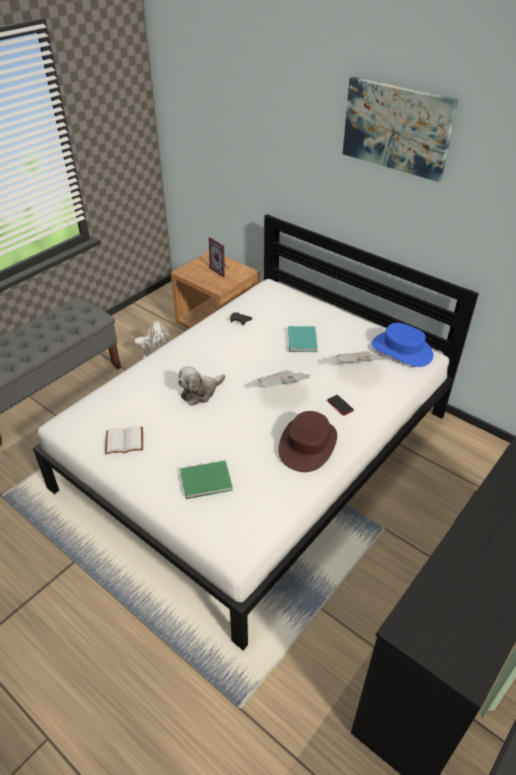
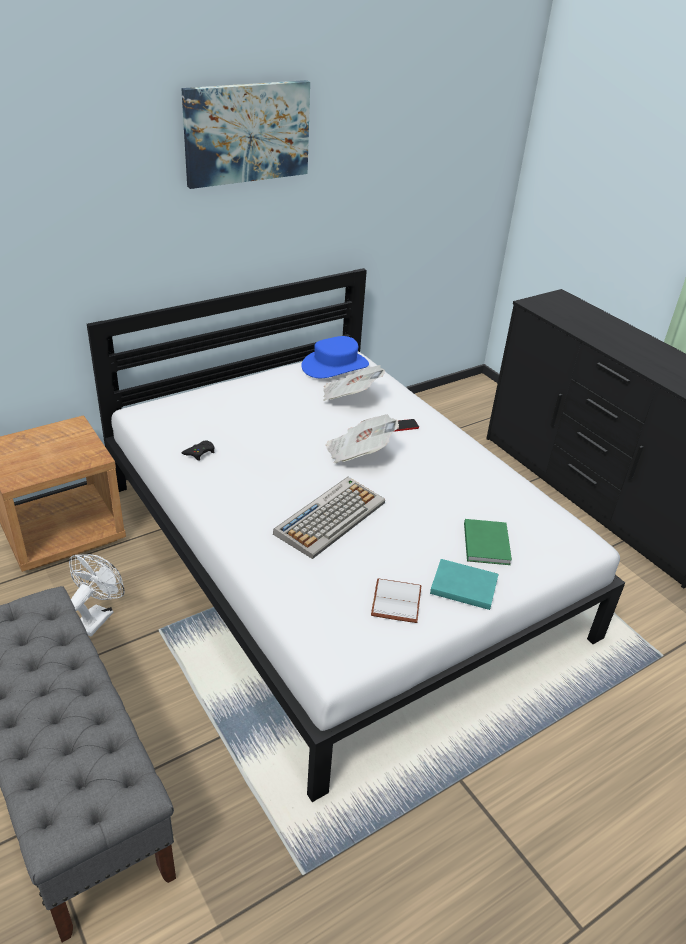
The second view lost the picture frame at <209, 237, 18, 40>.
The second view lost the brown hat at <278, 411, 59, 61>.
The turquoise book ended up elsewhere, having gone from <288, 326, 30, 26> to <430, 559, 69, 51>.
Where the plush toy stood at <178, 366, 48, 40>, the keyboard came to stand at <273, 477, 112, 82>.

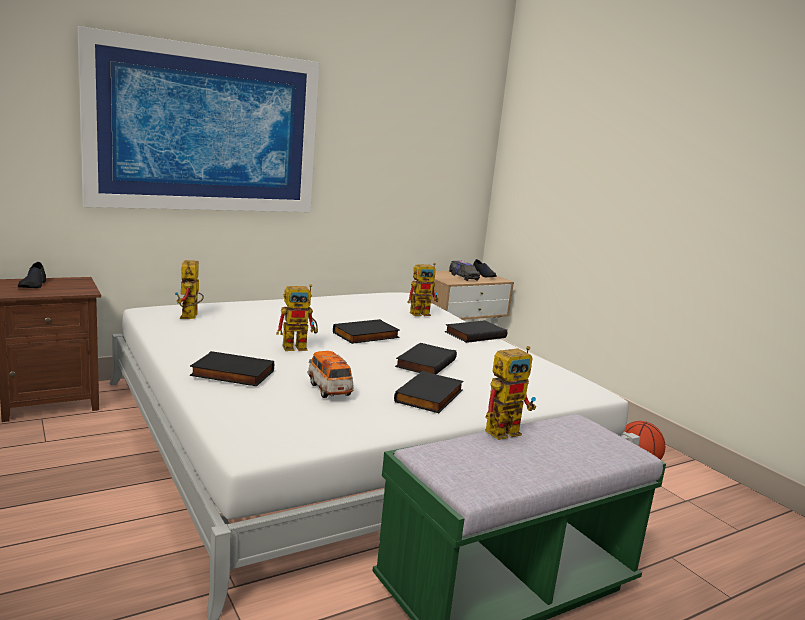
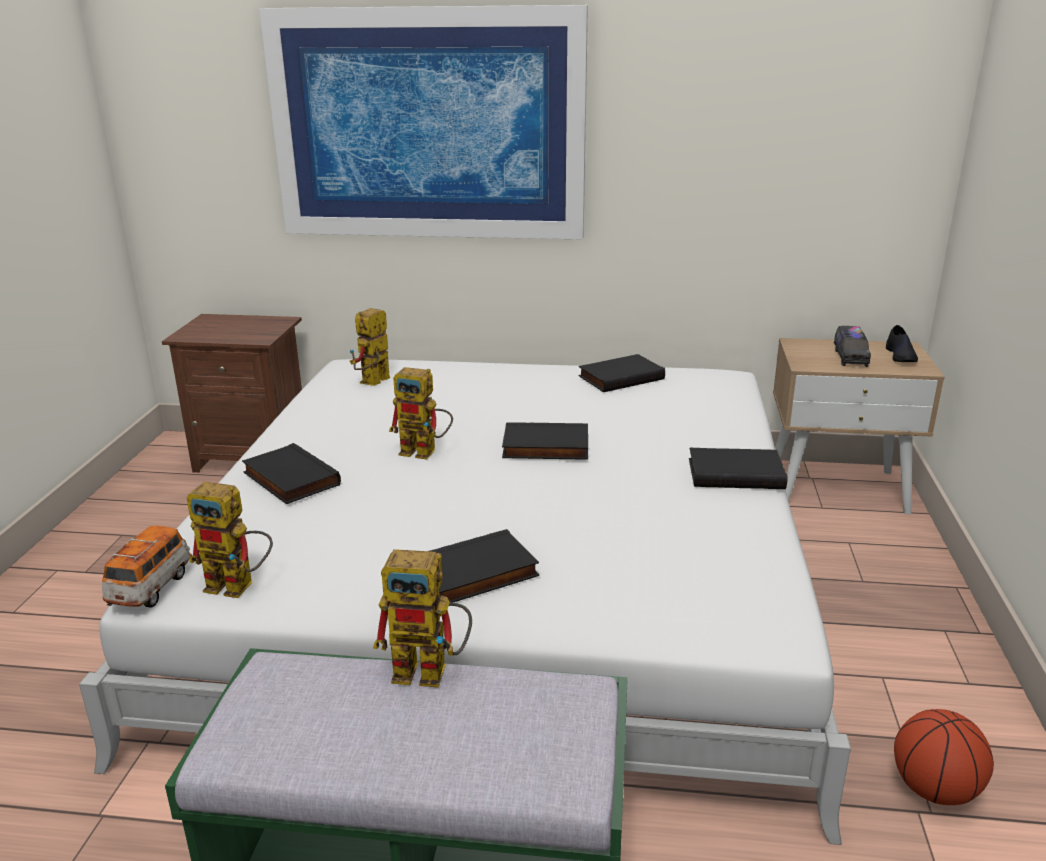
The second view lost the black shoe at <18, 262, 28, 26>.
The toy car ended up elsewhere, having gone from <308, 351, 46, 47> to <102, 526, 90, 82>.
The black book ended up elsewhere, having gone from <395, 343, 62, 32> to <578, 354, 87, 38>.
The toy robot ended up elsewhere, having gone from <407, 263, 32, 53> to <187, 482, 86, 116>.

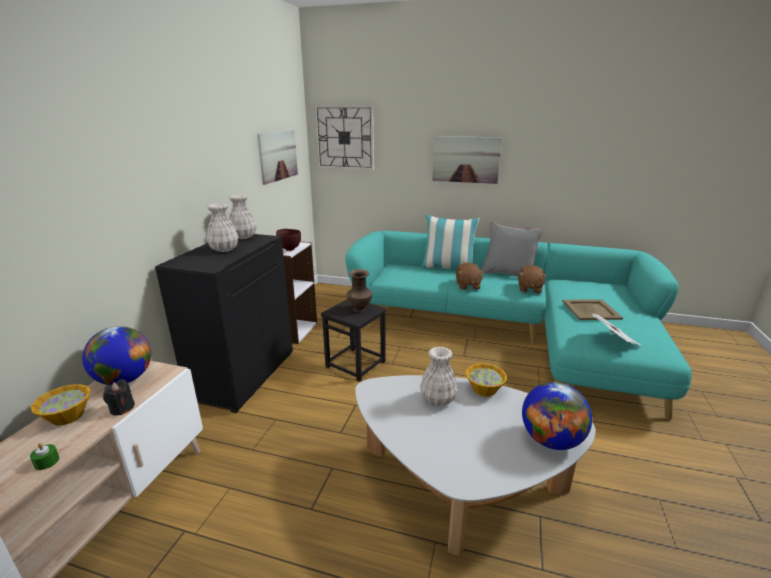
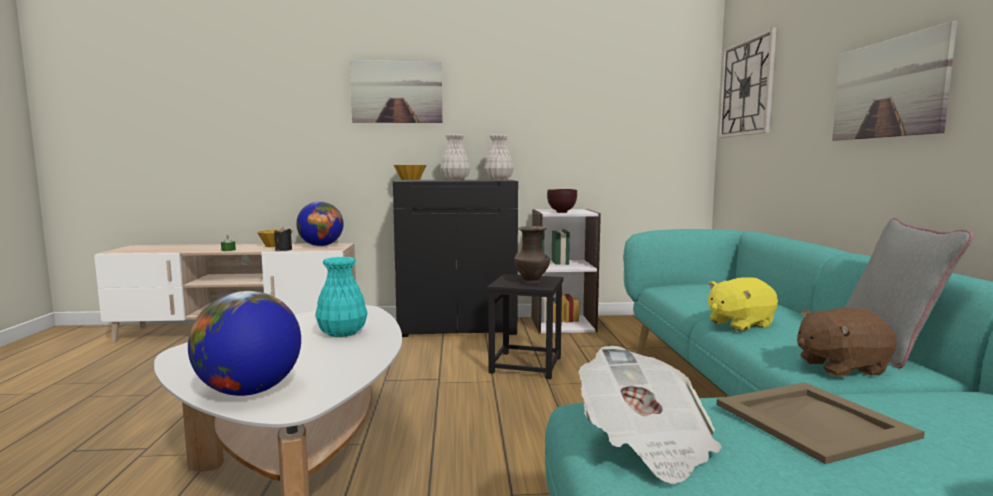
The second view lost the pillow at <421, 215, 59, 55>.
The picture ended up elsewhere, having gone from <257, 130, 41, 55> to <350, 60, 92, 63>.
The bowl ended up elsewhere, having gone from <466, 363, 41, 34> to <394, 165, 32, 15>.
What was the white vase at <420, 346, 38, 60> turned into the turquoise vase at <315, 257, 53, 80>.
What was the brown plush toy at <456, 262, 29, 28> turned into the yellow plush toy at <708, 277, 70, 54>.

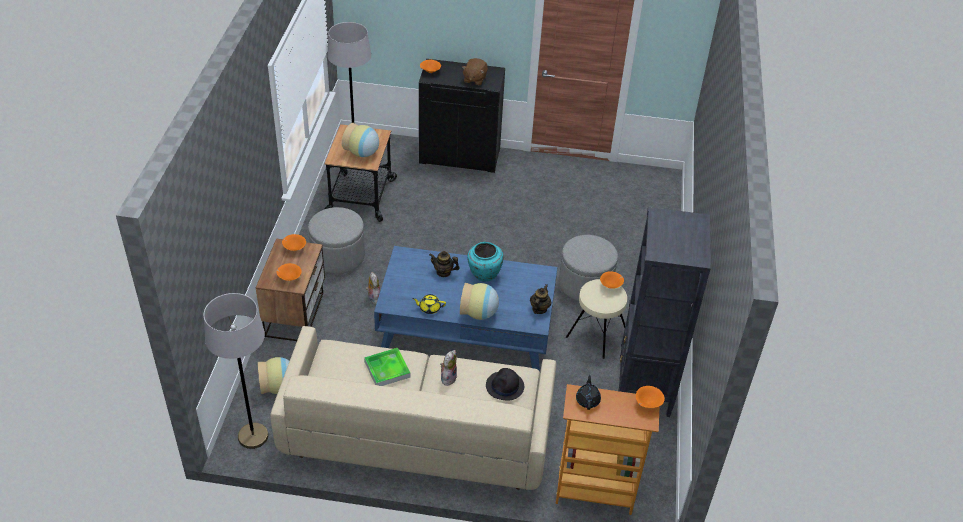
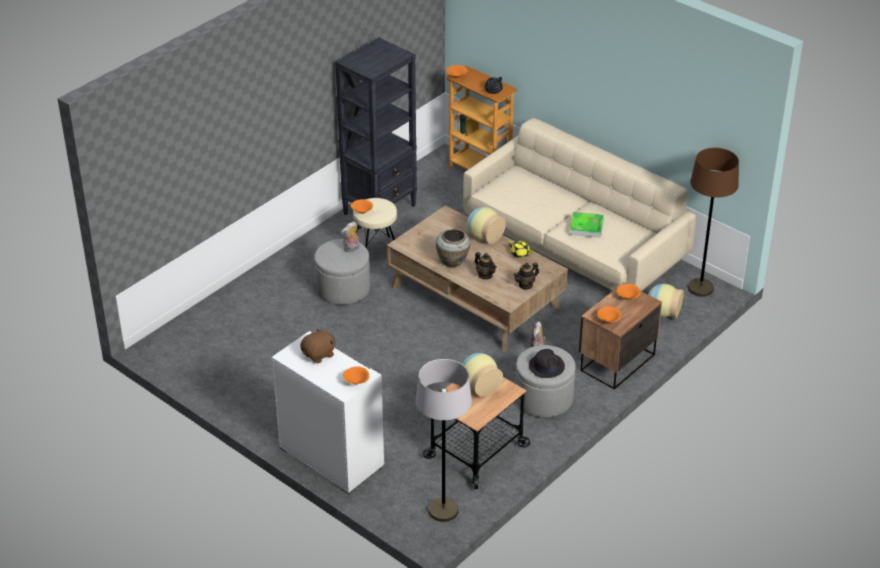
The plush toy ended up elsewhere, having gone from <440, 350, 17, 36> to <341, 222, 19, 30>.
The black hat ended up elsewhere, having gone from <486, 368, 38, 33> to <529, 349, 36, 29>.
The teapot ended up elsewhere, having gone from <530, 284, 21, 30> to <514, 263, 25, 27>.
What was the grey floor lamp at <204, 293, 65, 156> turned into the brown floor lamp at <688, 148, 51, 149>.
What was the blue coffee table at <374, 246, 183, 125> turned into the brown coffee table at <387, 205, 181, 146>.
What was the black cabinet at <419, 59, 86, 114> turned into the white cabinet at <272, 331, 112, 163>.
What was the turquoise vase at <467, 242, 37, 39> turned into the beige vase at <436, 229, 34, 38>.

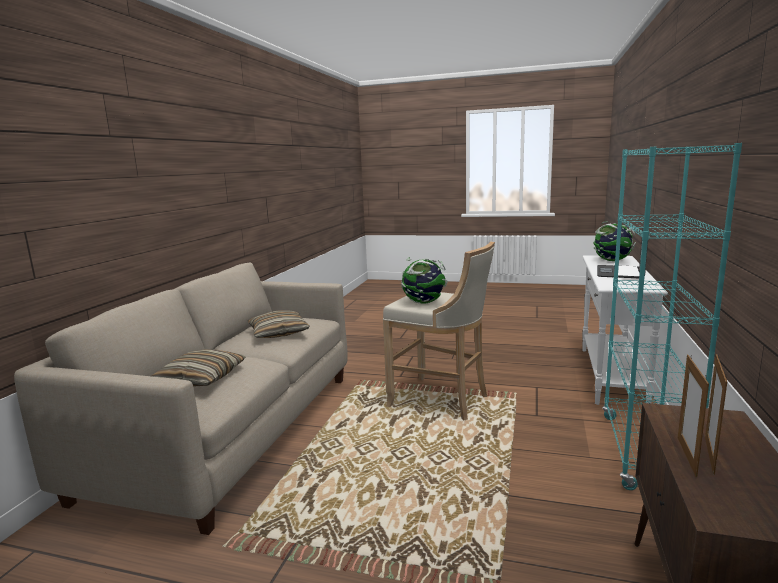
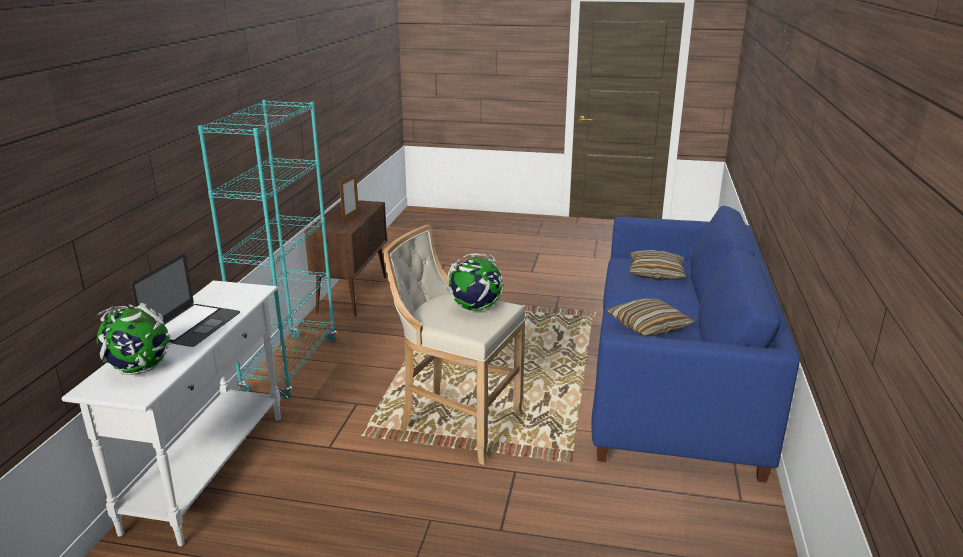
The second view lost the picture frame at <678, 355, 31, 122>.
What was the beige sofa at <14, 263, 334, 272> turned into the blue sofa at <591, 206, 209, 277>.

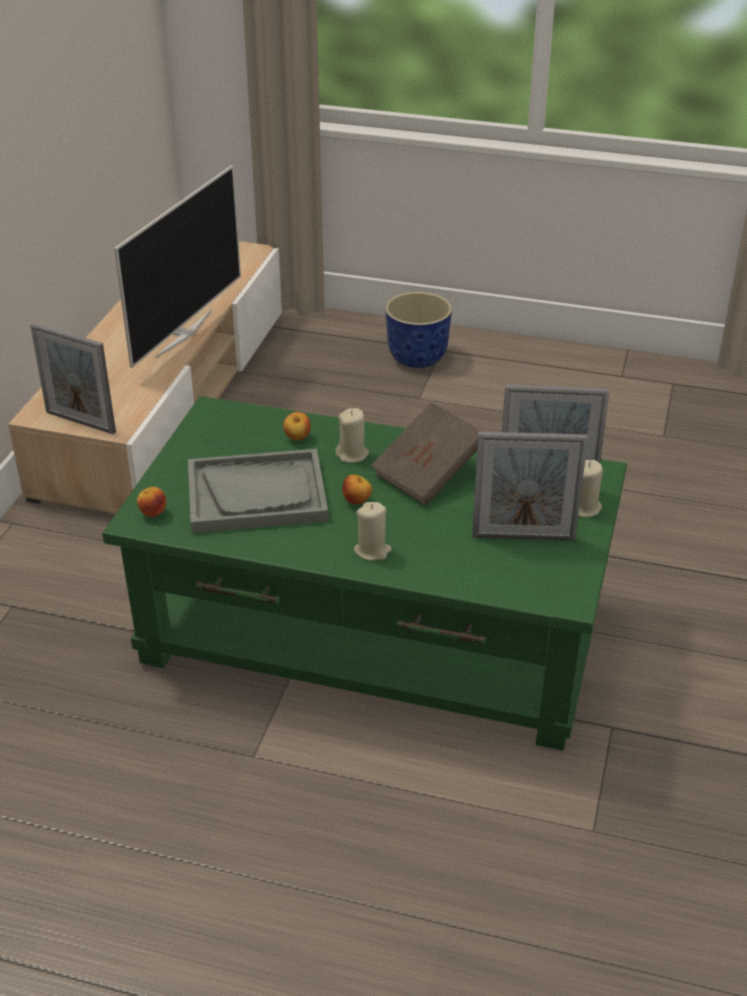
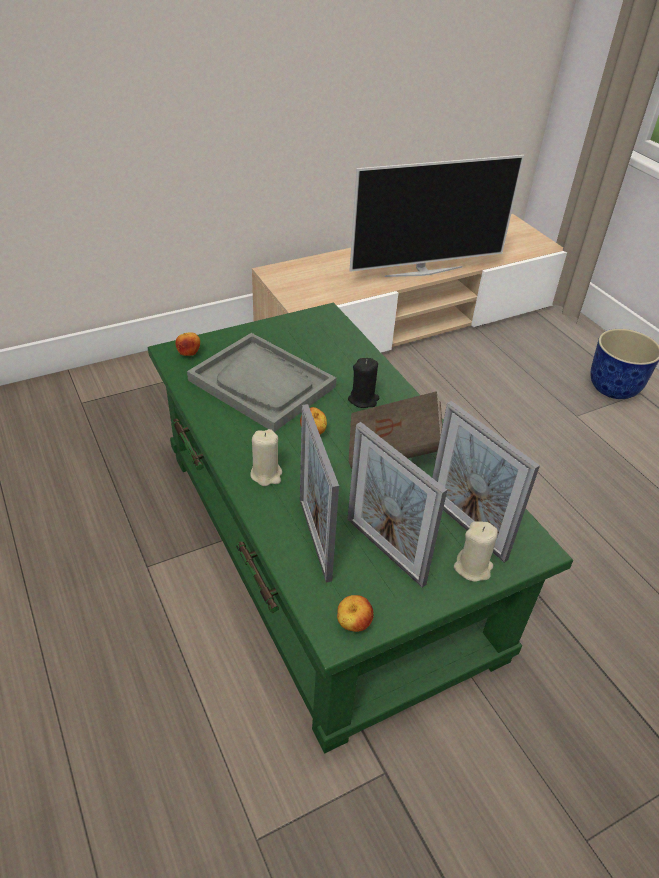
The picture frame ended up elsewhere, having gone from <30, 323, 86, 111> to <300, 404, 39, 179>.
The apple ended up elsewhere, having gone from <283, 412, 28, 29> to <337, 595, 37, 37>.
What was the beige candle at <336, 408, 33, 55> turned into the black candle at <348, 358, 31, 50>.

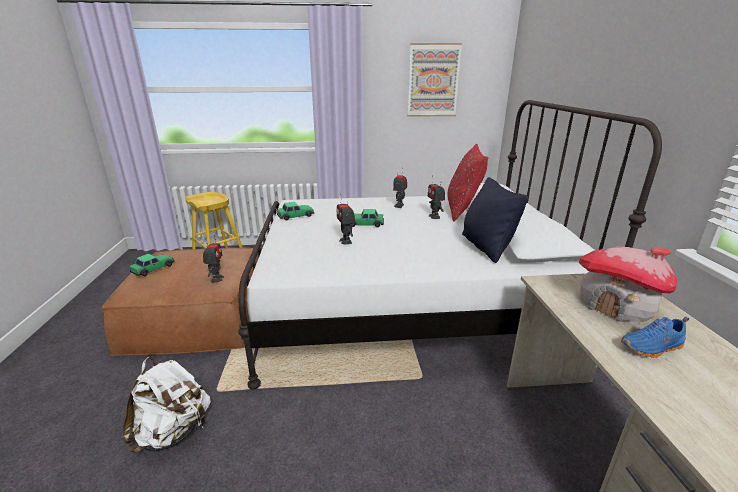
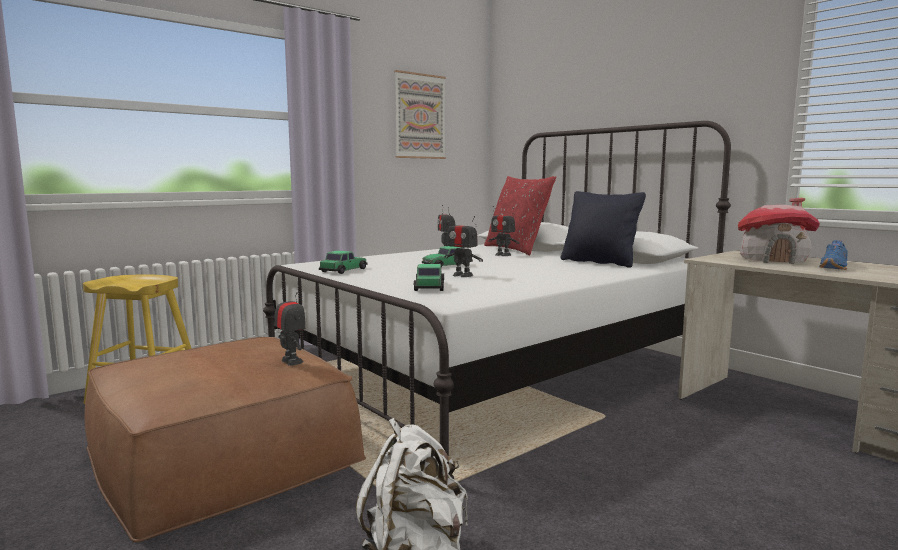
The toy car ended up elsewhere, having gone from <130, 254, 45, 22> to <414, 264, 30, 27>.

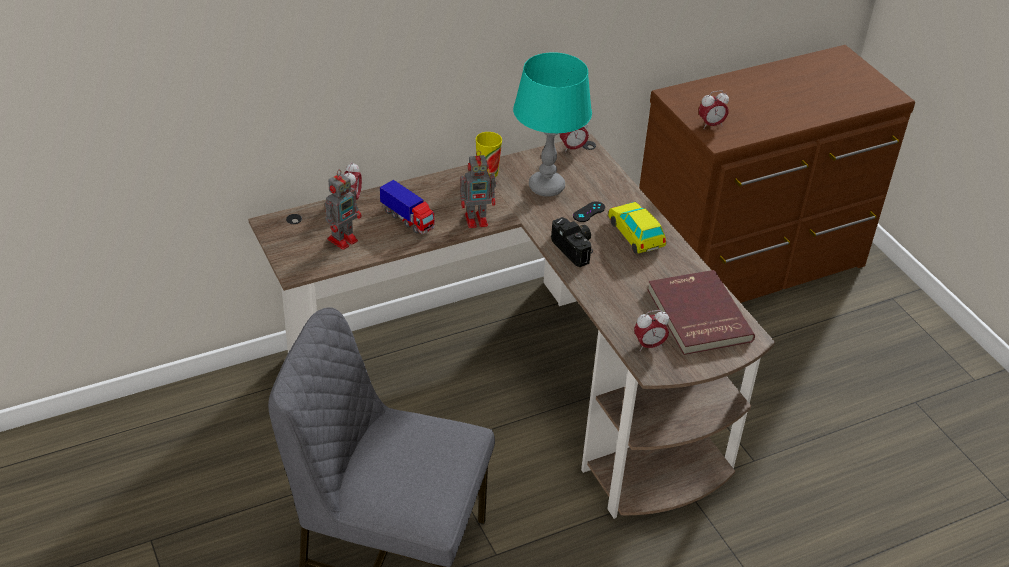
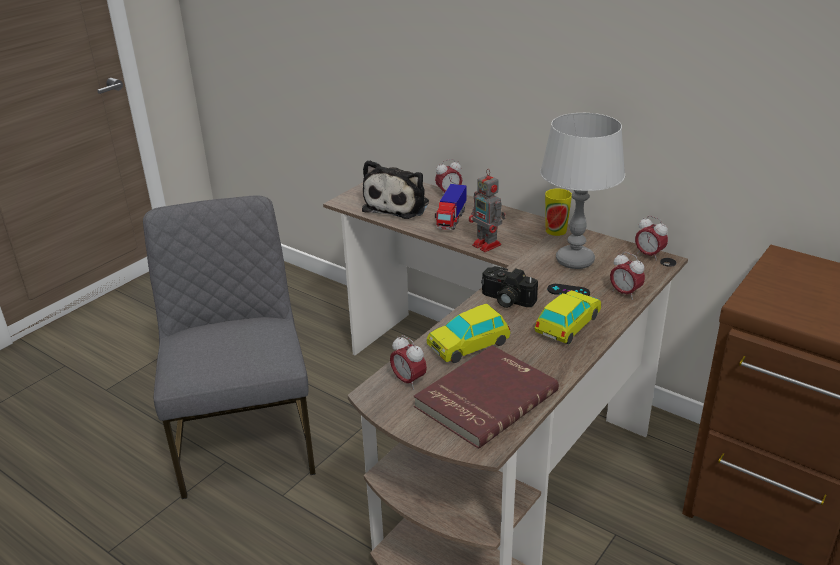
The second view gained the toy car at <427, 304, 84, 59>.
The alarm clock ended up elsewhere, having gone from <699, 90, 30, 39> to <610, 252, 35, 48>.
Where the toy robot stood at <325, 170, 37, 80>, the plush toy came to stand at <362, 160, 67, 59>.
What was the turquoise table lamp at <513, 52, 79, 145> turned into the grey table lamp at <540, 113, 85, 156>.
The photo camera at <551, 217, 42, 50> ended up facing another way, 90 degrees clockwise from before.

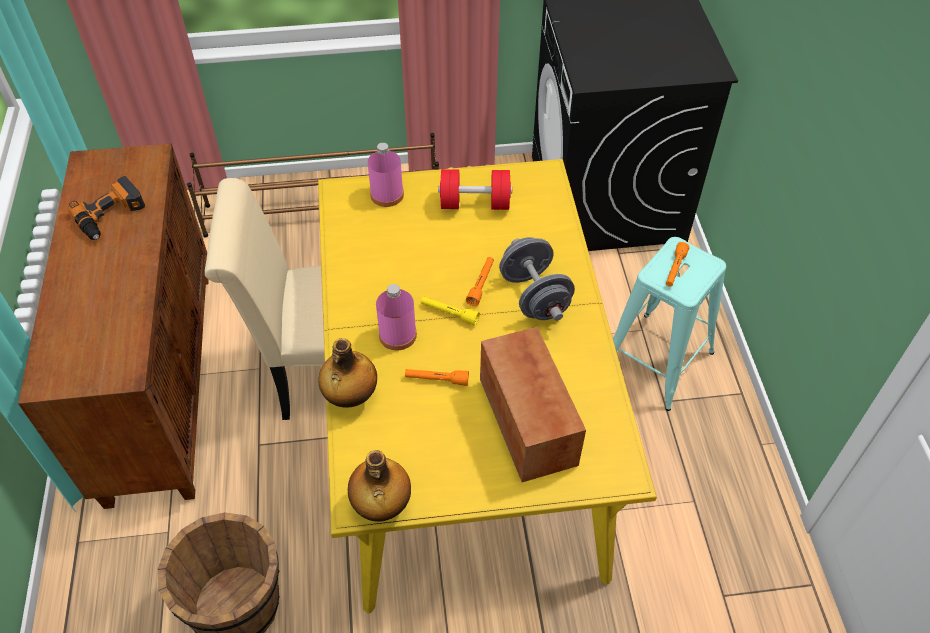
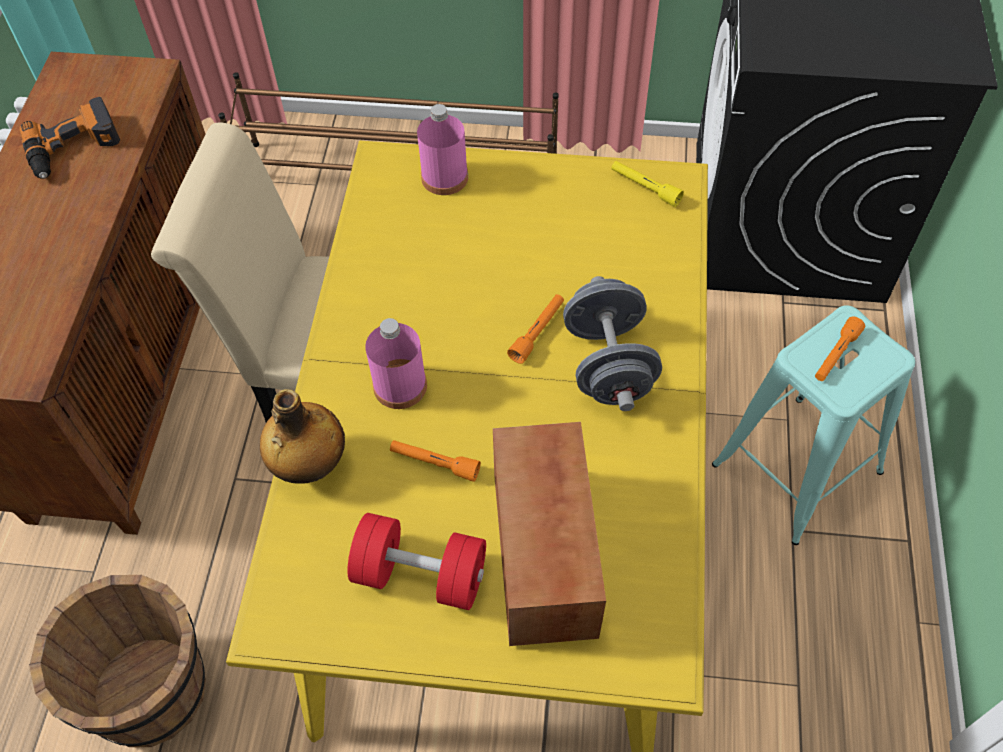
The second view lost the bottle at <348, 450, 63, 72>.
The yellow flashlight ended up elsewhere, having gone from <421, 297, 59, 29> to <611, 161, 73, 46>.
The red dumbbell ended up elsewhere, having gone from <438, 169, 74, 41> to <347, 513, 139, 97>.

